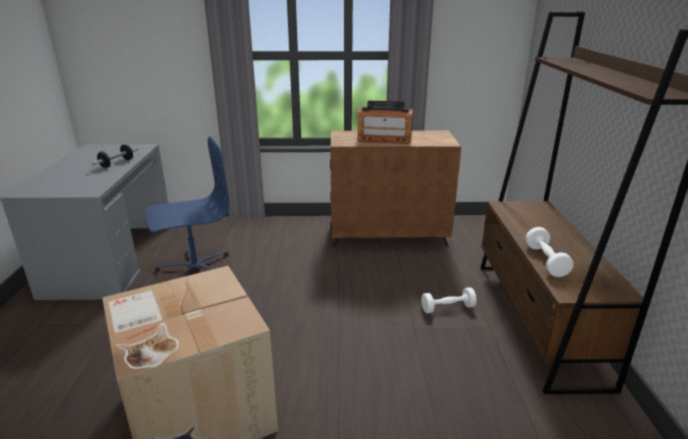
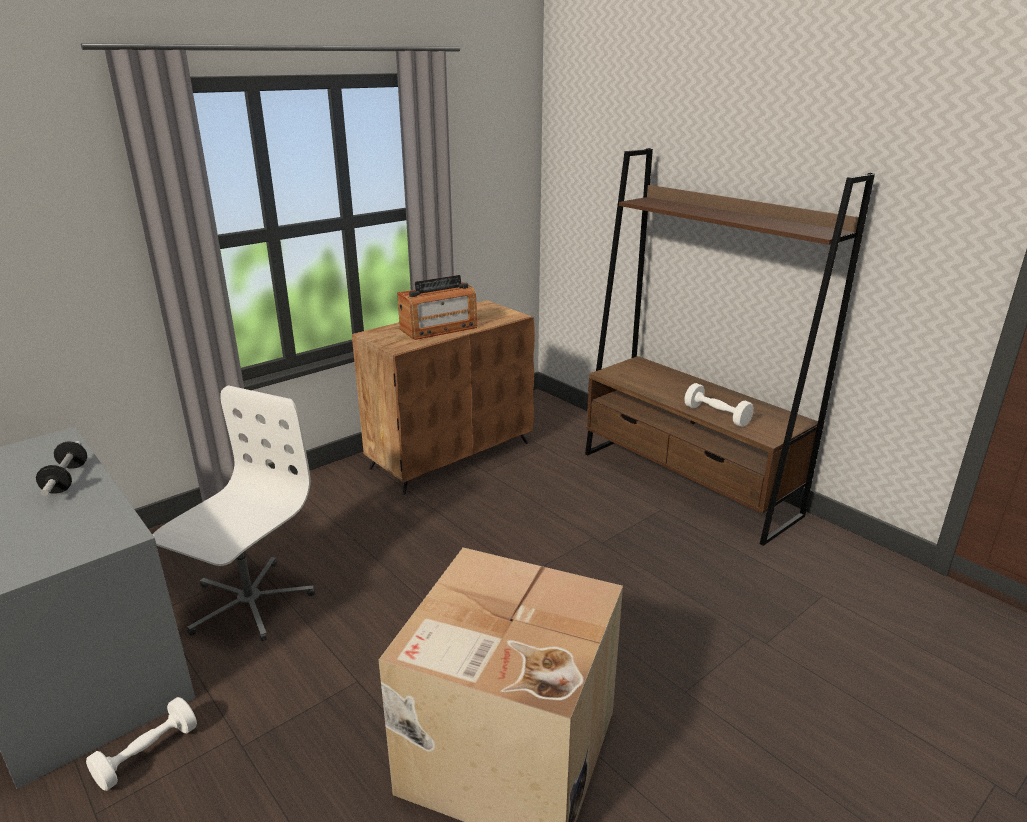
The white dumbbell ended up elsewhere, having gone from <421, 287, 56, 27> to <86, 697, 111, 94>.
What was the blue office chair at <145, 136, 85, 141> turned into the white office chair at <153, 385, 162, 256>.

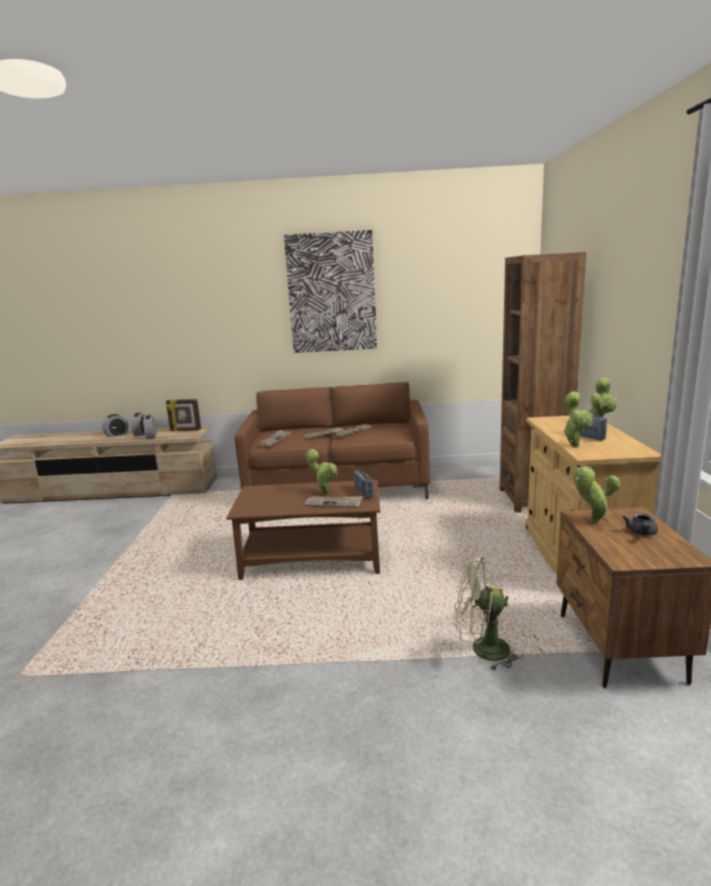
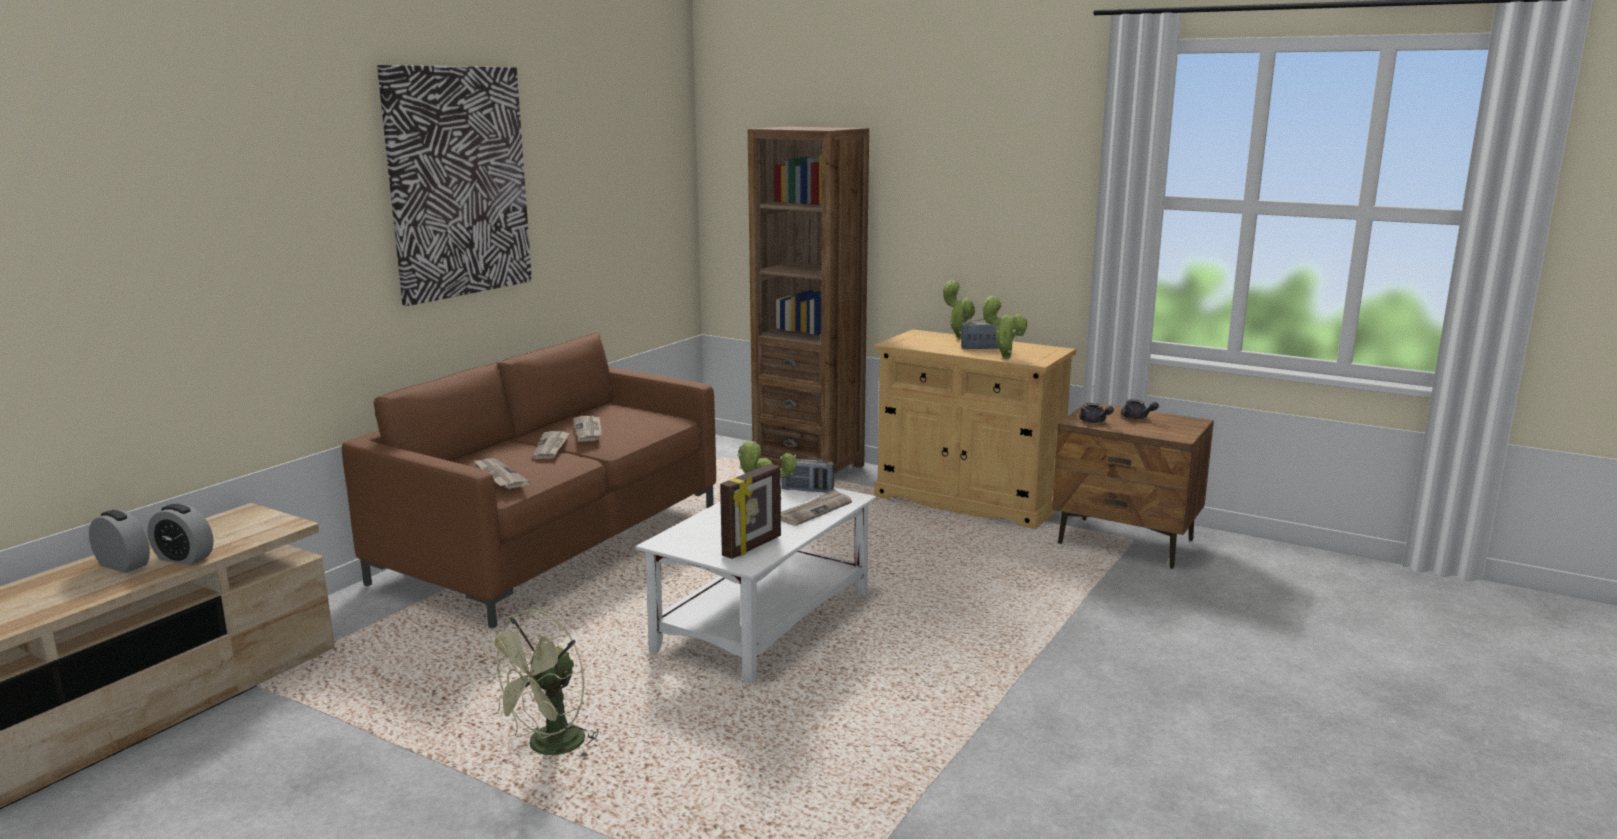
The second view lost the alarm clock at <102, 414, 26, 23>.
The picture frame ended up elsewhere, having gone from <166, 399, 35, 32> to <720, 464, 61, 95>.
The green fan ended up elsewhere, having gone from <455, 555, 68, 116> to <480, 609, 120, 149>.
Where the potted plant stood at <574, 466, 46, 56>, the grey teapot came to stand at <1079, 403, 35, 20>.
What was the brown coffee table at <226, 480, 154, 100> turned into the white coffee table at <636, 478, 241, 207>.

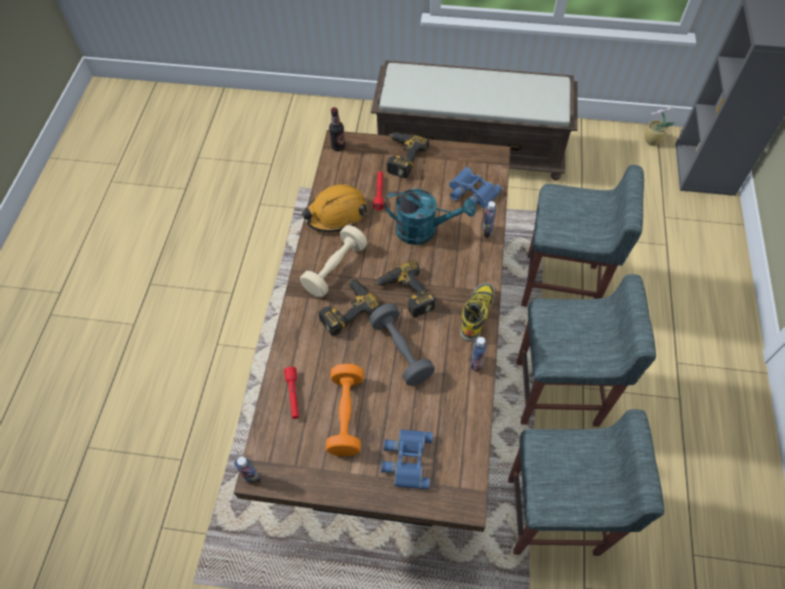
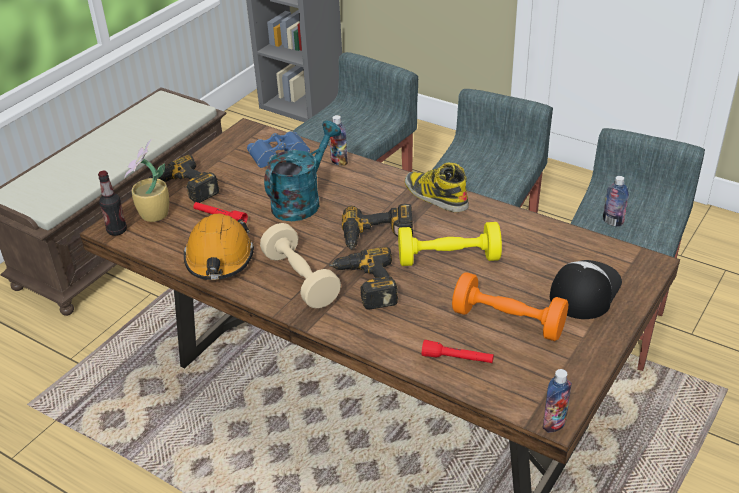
The bottle ended up elsewhere, having gone from <471, 337, 16, 35> to <603, 176, 26, 51>.
The potted plant ended up elsewhere, having gone from <645, 107, 31, 39> to <124, 139, 45, 83>.
Where the blue binoculars stood at <381, 429, 52, 60>, the cap came to stand at <550, 260, 72, 59>.
What was the grey dumbbell at <369, 304, 66, 82> turned into the yellow dumbbell at <398, 222, 104, 44>.

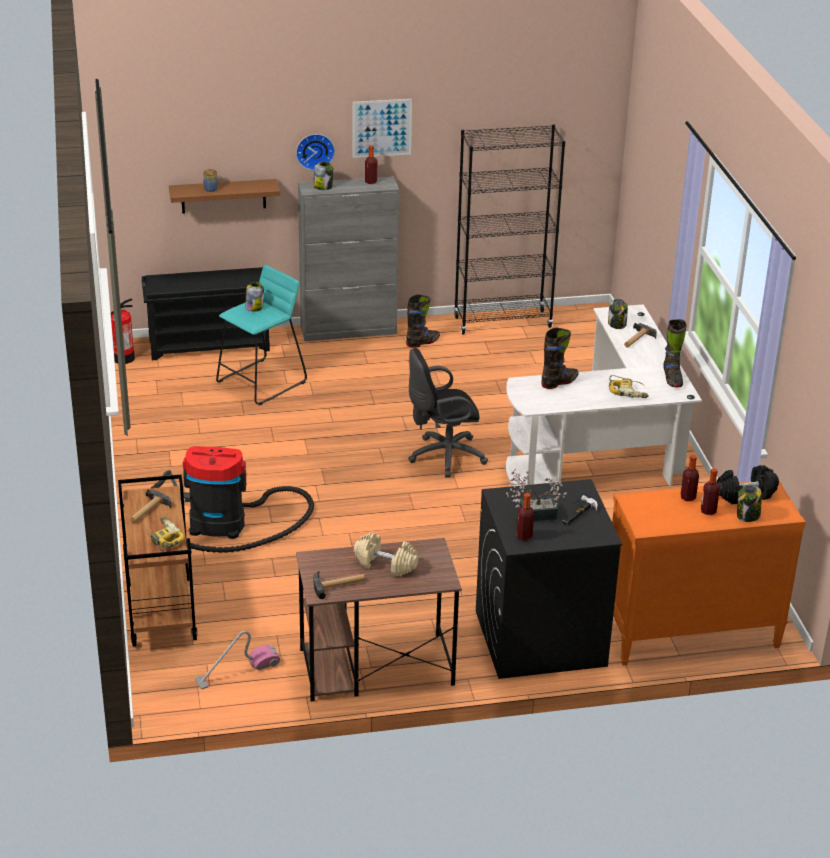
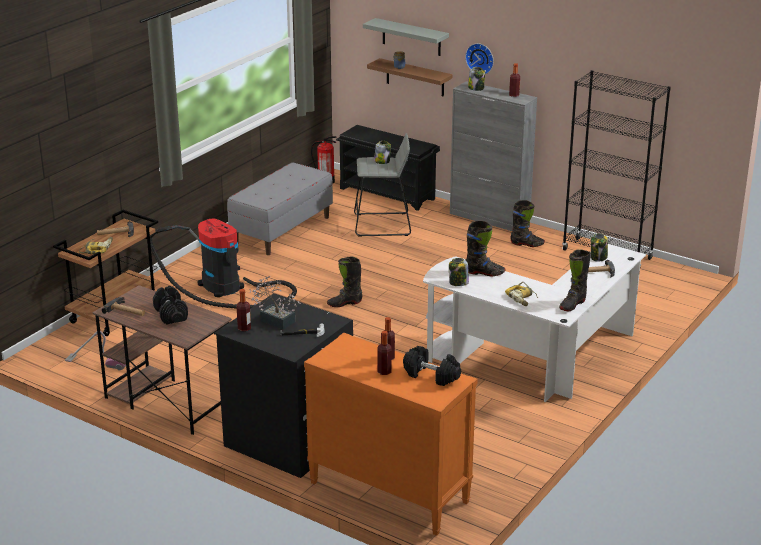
The second view lost the picture at <353, 99, 59, 59>.
The second view lost the black office chair at <408, 348, 80, 129>.
The second view gained the grey bench at <227, 163, 106, 92>.
The second view gained the black boot at <327, 257, 35, 50>.
The second view gained the grey shelf at <363, 18, 86, 38>.
The jar ended up elsewhere, having gone from <737, 485, 25, 37> to <449, 258, 20, 28>.
What was the turquoise stool at <216, 265, 91, 140> turned into the grey stool at <354, 133, 57, 104>.
What was the beige dumbbell at <354, 533, 64, 44> turned into the black dumbbell at <153, 286, 35, 39>.

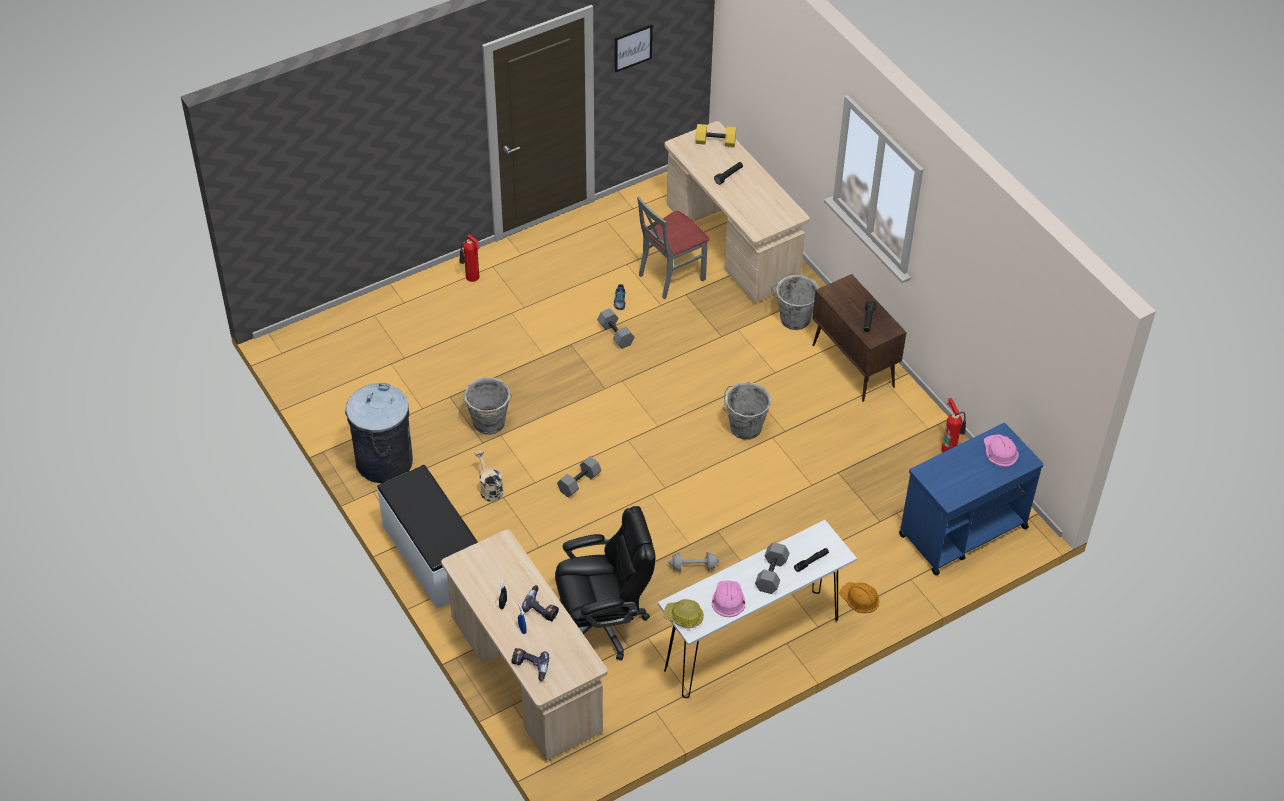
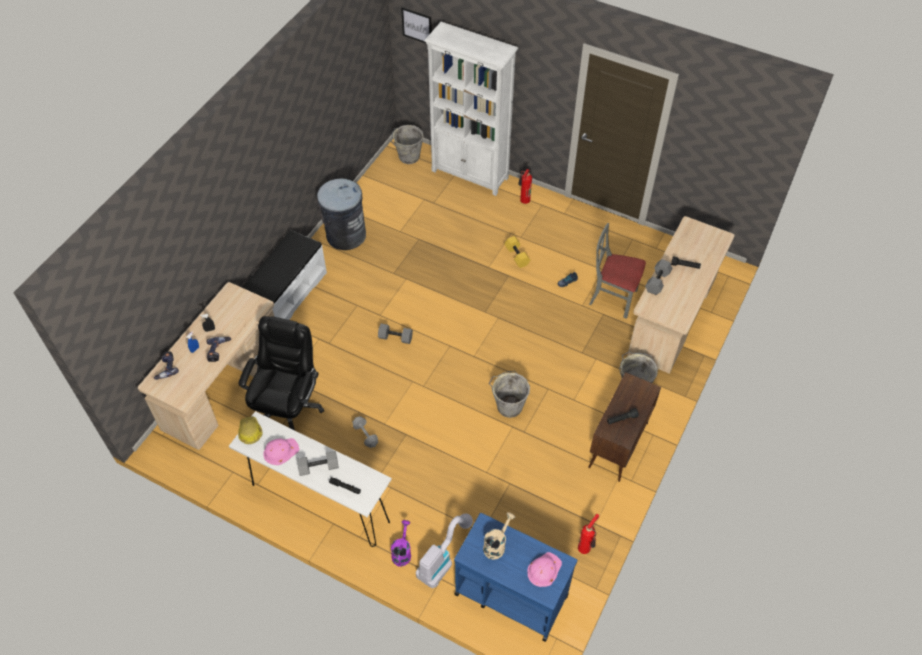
The second view gained the vacuum cleaner at <416, 514, 57, 74>.
The second view gained the white bookcase at <424, 22, 94, 174>.
The grey bucket ended up elsewhere, having gone from <463, 377, 49, 58> to <391, 125, 32, 39>.
The beige watering can ended up elsewhere, having gone from <474, 450, 29, 52> to <483, 512, 32, 48>.
The grey dumbbell ended up elsewhere, having gone from <597, 308, 37, 41> to <645, 259, 27, 36>.
The picture ended up elsewhere, having gone from <615, 24, 38, 49> to <401, 7, 31, 36>.
The yellow dumbbell ended up elsewhere, having gone from <696, 124, 40, 23> to <505, 236, 25, 32>.
Where the orange hard hat stood at <839, 582, 40, 31>, the purple watering can came to stand at <391, 520, 20, 47>.
The black office chair at <555, 506, 100, 155> ended up facing another way, 120 degrees counterclockwise from before.

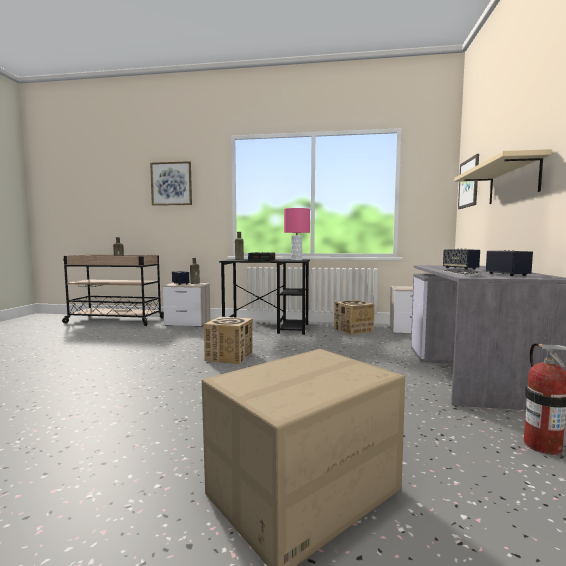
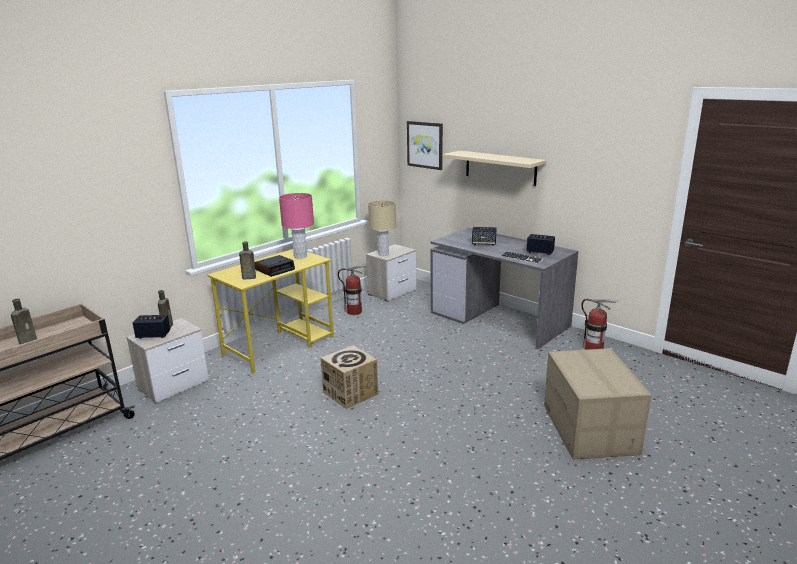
The second view lost the picture at <150, 161, 42, 45>.
The second view gained the beige table lamp at <368, 200, 28, 56>.
Where the cardboard box stood at <334, 300, 41, 35>, the fire extinguisher came to stand at <338, 265, 29, 50>.
What was the black desk at <219, 259, 91, 76> turned into the yellow desk at <207, 249, 127, 125>.

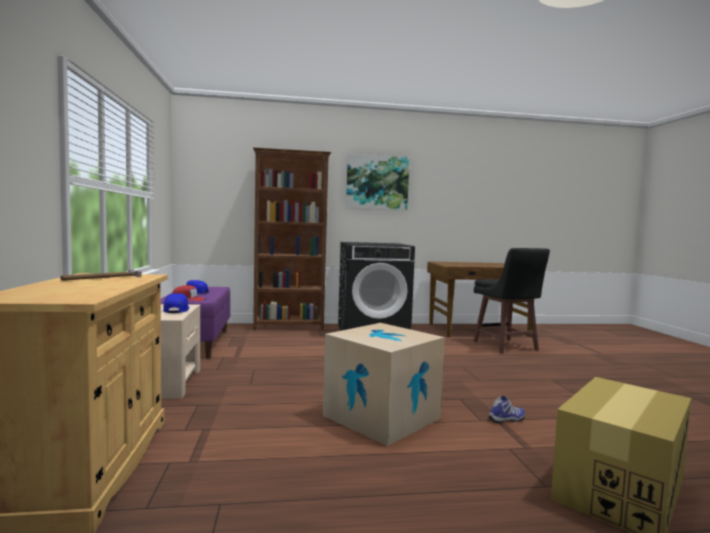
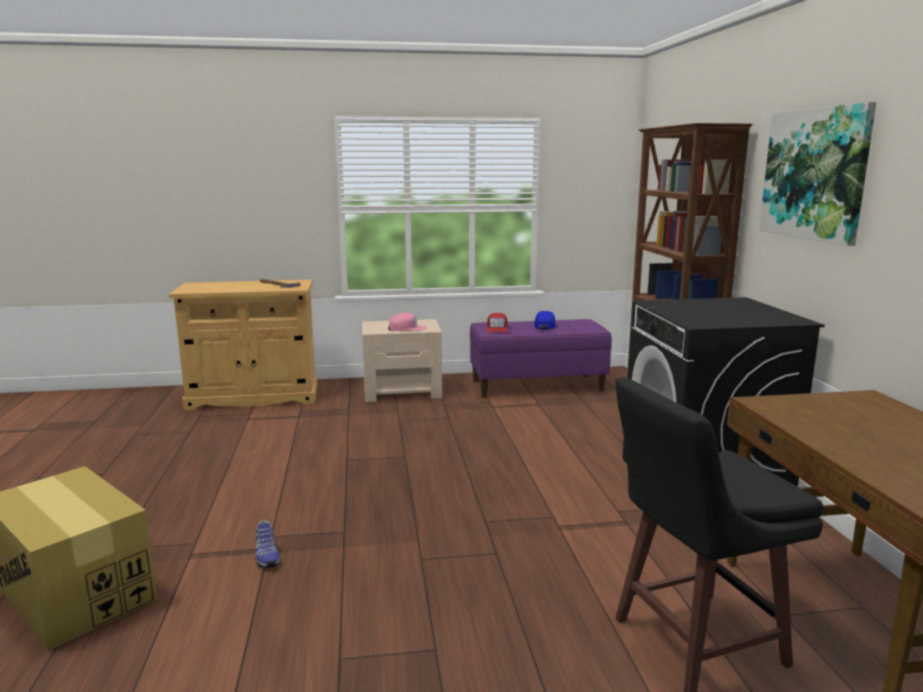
The second view lost the cardboard box at <323, 323, 122, 123>.
What was the blue cap at <163, 293, 27, 20> turned into the pink cap at <388, 313, 39, 18>.

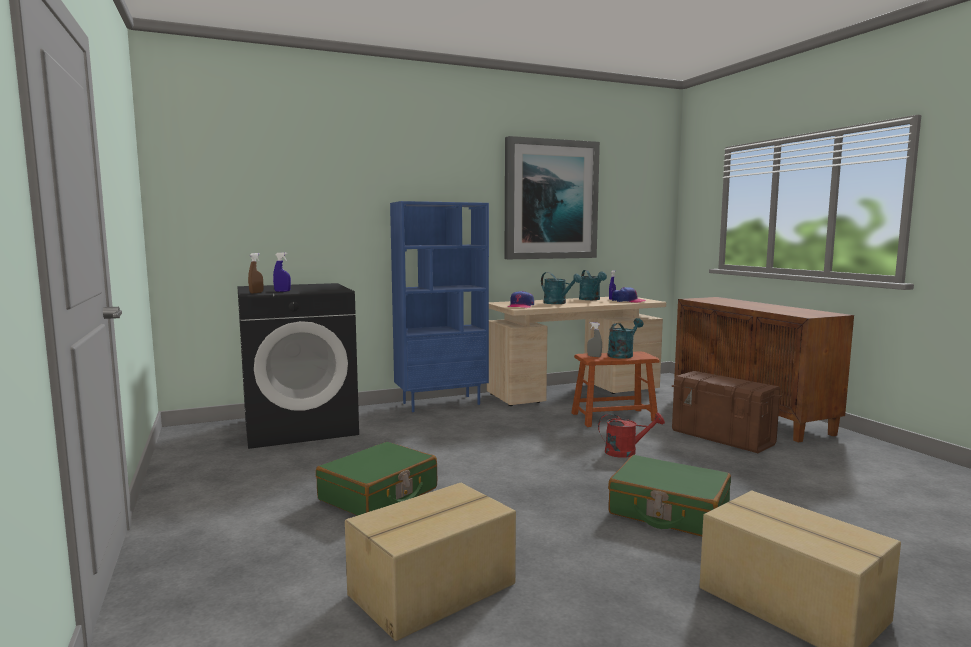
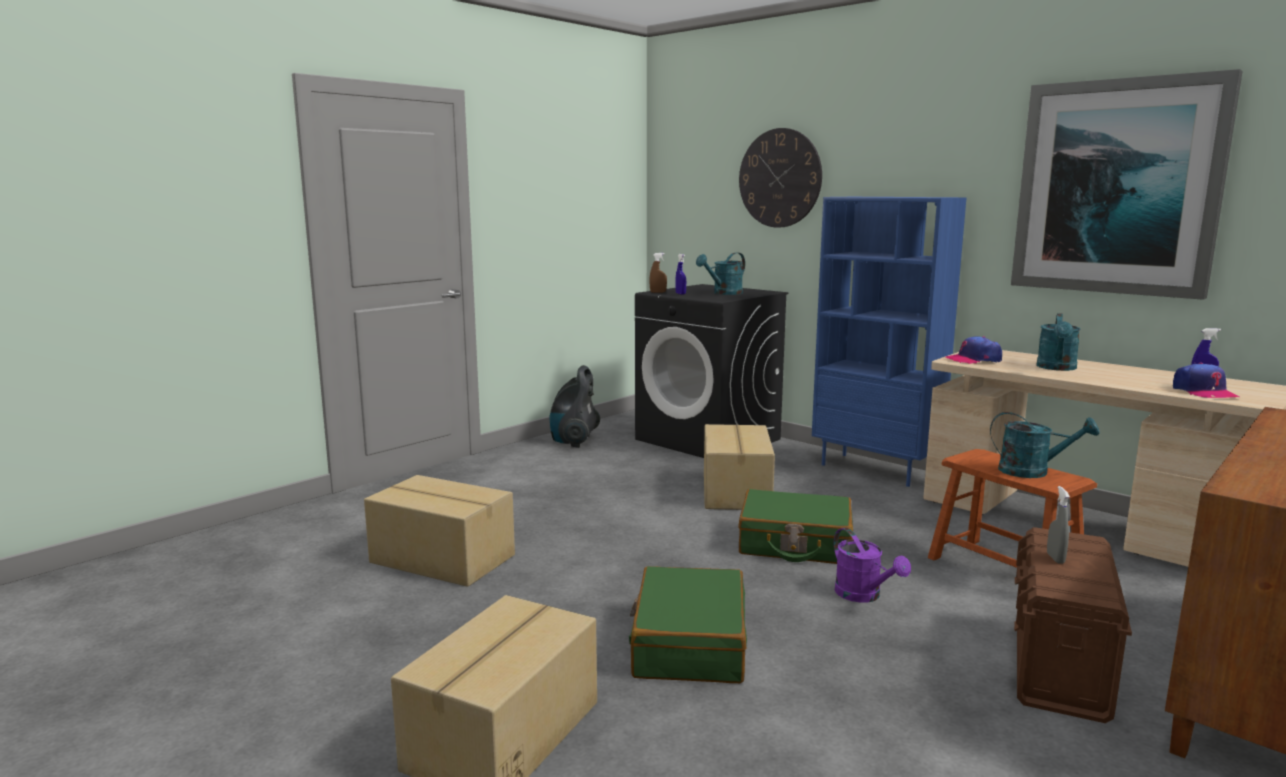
The second view gained the vacuum cleaner at <549, 365, 51, 83>.
The second view gained the cardboard box at <704, 424, 71, 86>.
The second view gained the wall clock at <739, 128, 83, 100>.
The green suitcase ended up elsewhere, having gone from <316, 442, 121, 74> to <738, 489, 115, 75>.
The turquoise watering can ended up elsewhere, having gone from <579, 270, 28, 30> to <696, 252, 49, 43>.
The grey spray bottle ended up elsewhere, having gone from <587, 322, 15, 35> to <1047, 486, 23, 78>.
What was the red watering can at <598, 413, 67, 45> turned into the purple watering can at <834, 528, 77, 75>.

